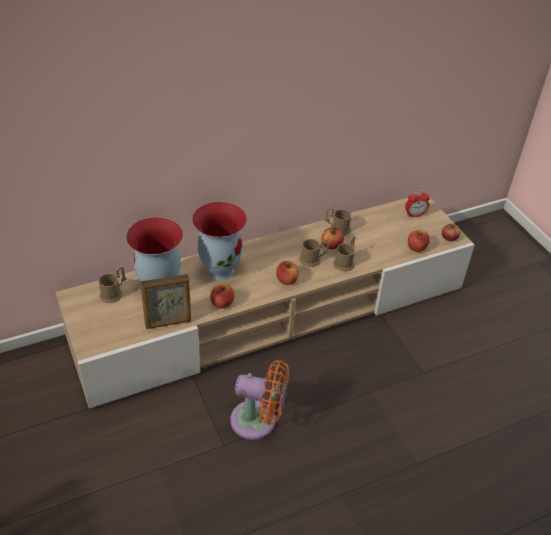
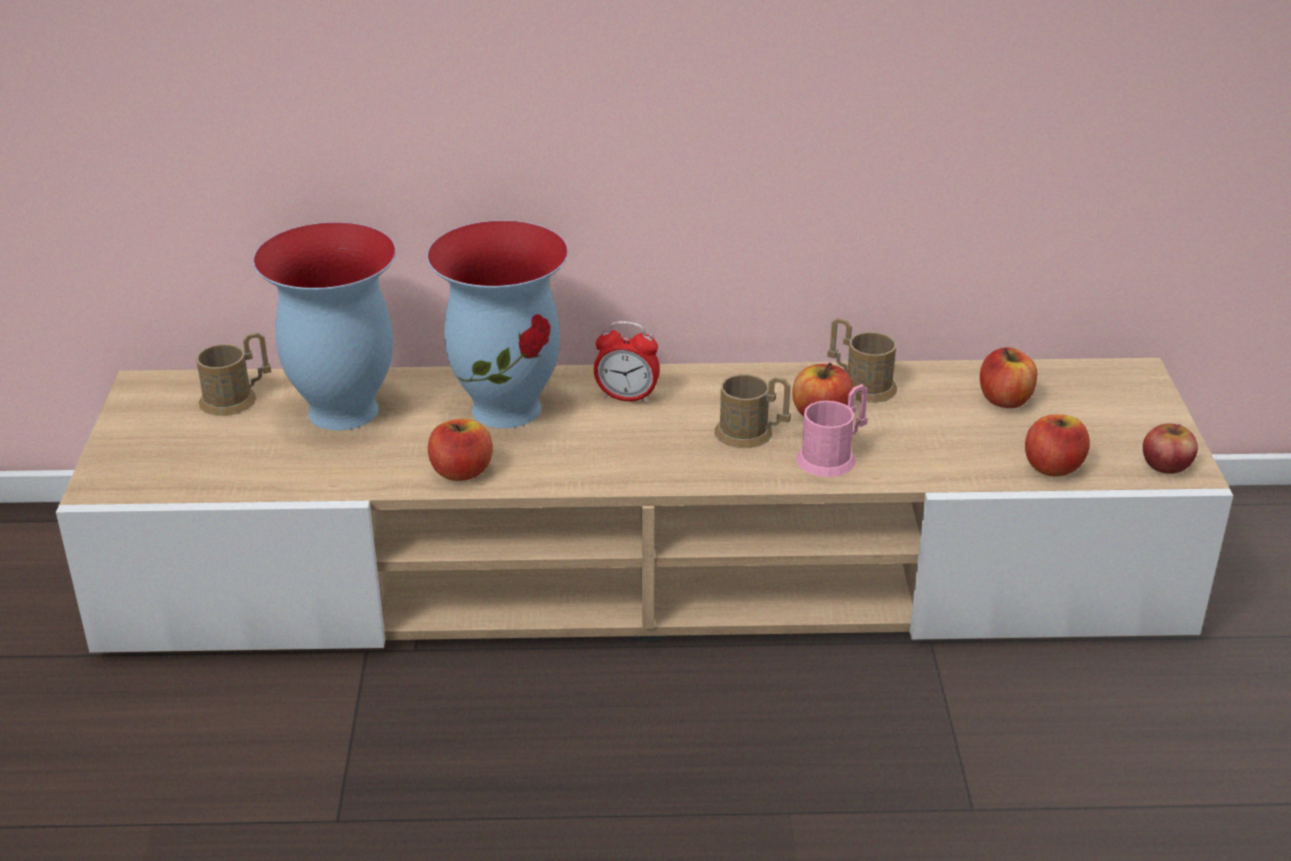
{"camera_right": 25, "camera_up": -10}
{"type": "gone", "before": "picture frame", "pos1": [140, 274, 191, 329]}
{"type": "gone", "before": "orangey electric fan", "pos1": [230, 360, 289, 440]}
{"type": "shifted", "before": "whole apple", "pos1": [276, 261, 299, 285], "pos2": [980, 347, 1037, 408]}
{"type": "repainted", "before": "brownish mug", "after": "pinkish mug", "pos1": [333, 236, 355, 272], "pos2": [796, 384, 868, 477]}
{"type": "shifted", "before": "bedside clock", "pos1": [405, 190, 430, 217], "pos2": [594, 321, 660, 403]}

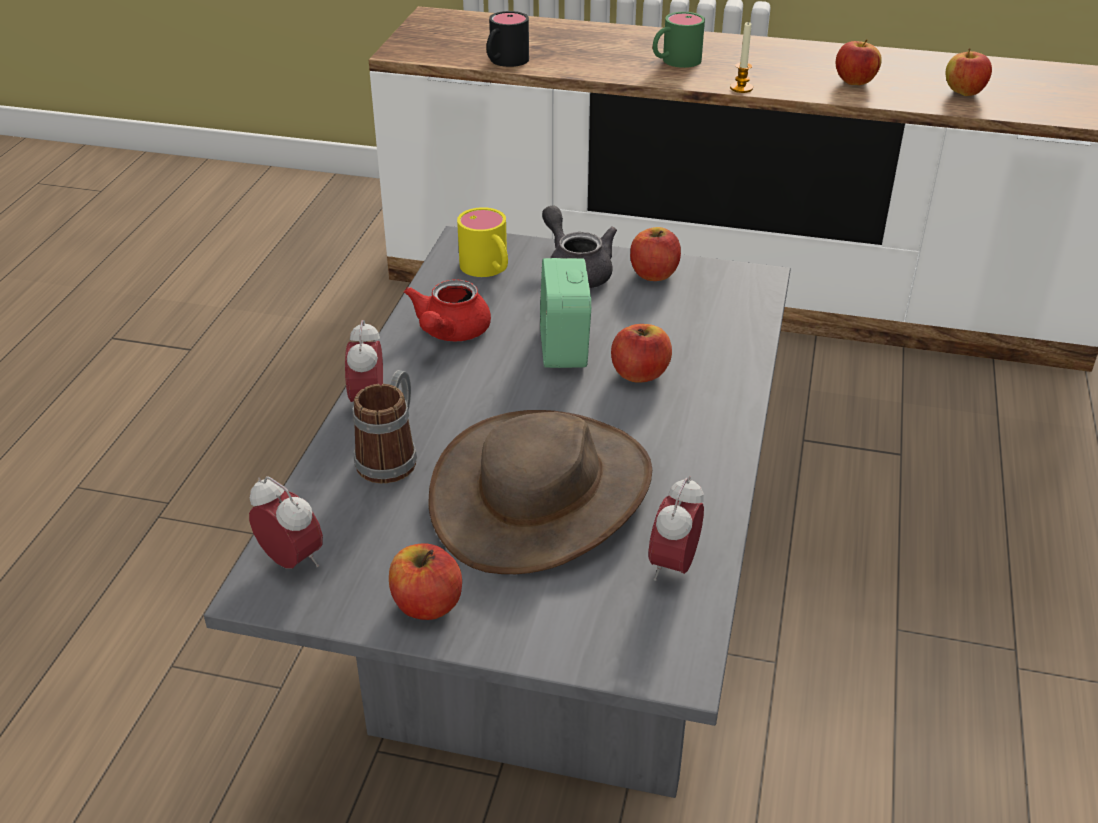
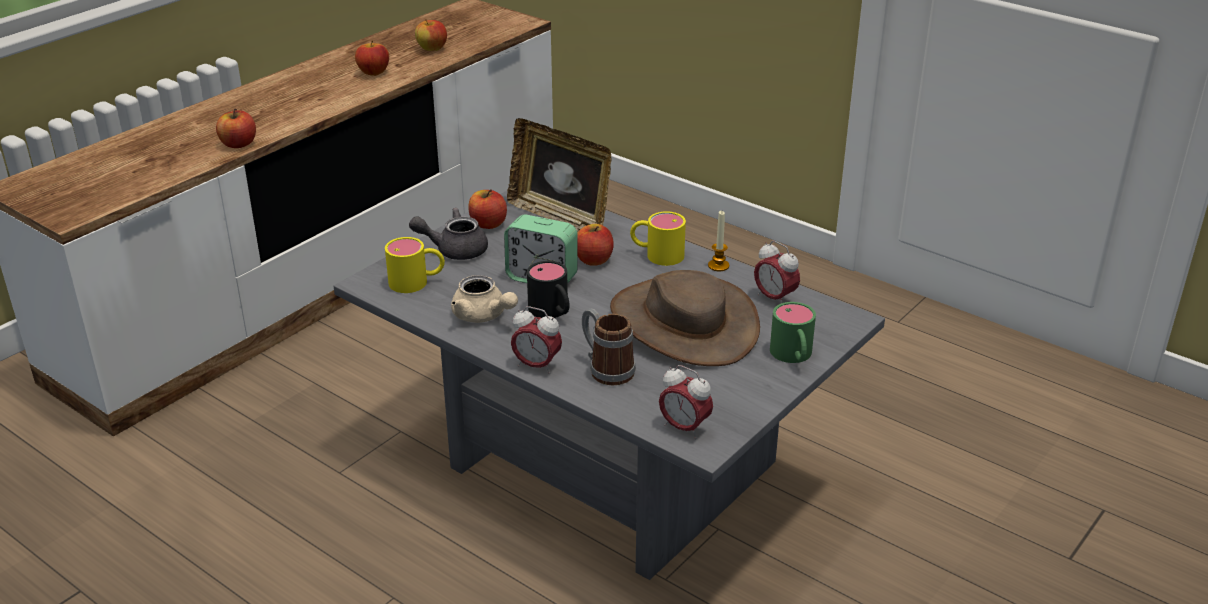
{"camera_right": -65, "camera_up": -5}
{"type": "rotated", "before": "bedside clock", "pos1": [249, 476, 323, 569], "pos2": [659, 365, 713, 439], "turn": -120}
{"type": "shifted", "before": "whole apple", "pos1": [389, 543, 462, 620], "pos2": [216, 109, 256, 148]}
{"type": "repainted", "before": "red tea pot", "after": "sand-coloured tea pot", "pos1": [404, 279, 491, 341], "pos2": [451, 275, 518, 323]}
{"type": "shifted", "before": "blackish mug", "pos1": [486, 11, 529, 67], "pos2": [527, 261, 570, 318]}
{"type": "shifted", "before": "greenish mug", "pos1": [653, 12, 705, 68], "pos2": [770, 302, 816, 363]}
{"type": "shifted", "before": "wax candle", "pos1": [730, 21, 753, 93], "pos2": [708, 211, 729, 272]}
{"type": "new", "after": "picture frame", "pos2": [507, 118, 611, 232]}
{"type": "new", "after": "yellow-coloured mug", "pos2": [630, 211, 686, 266]}

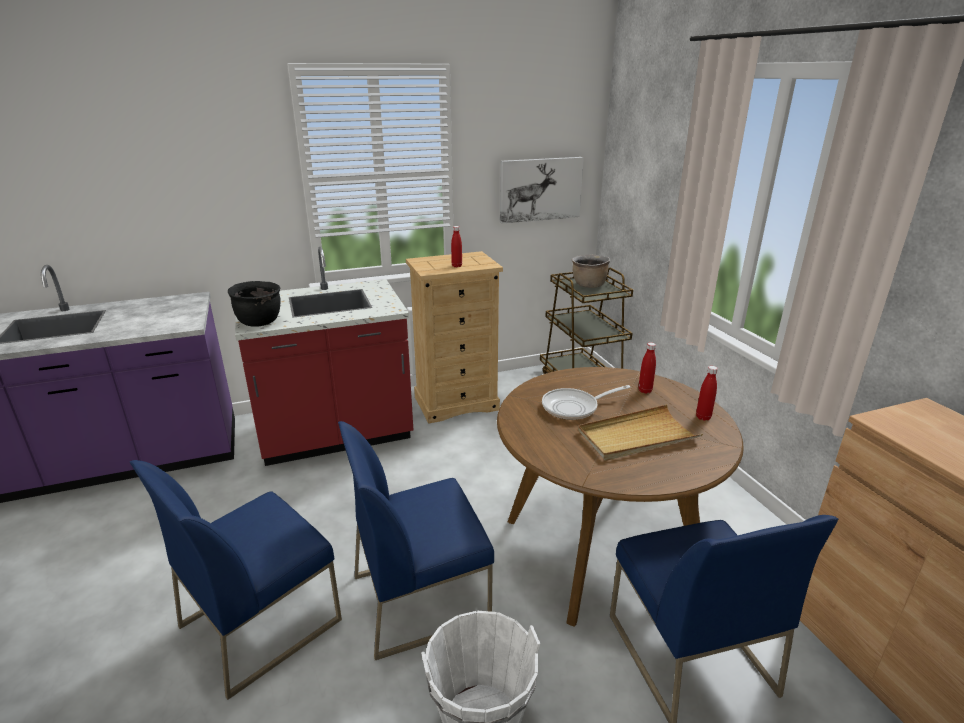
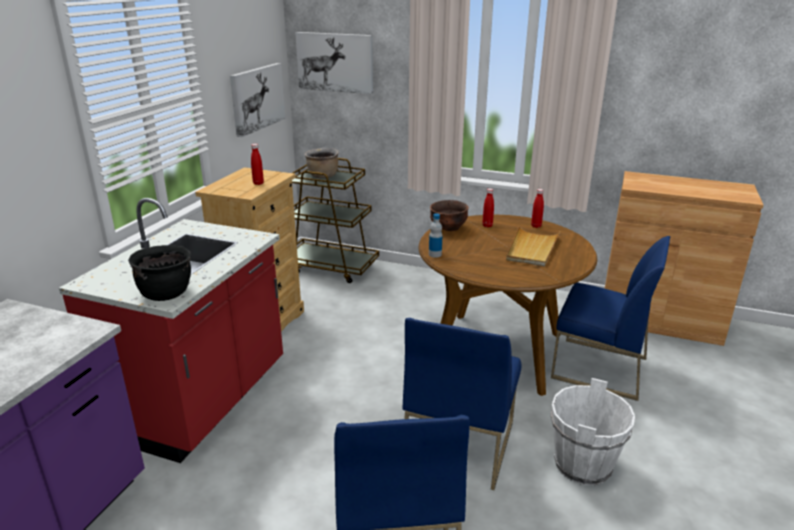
{"camera_right": -50, "camera_up": 0}
{"type": "gone", "before": "pan", "pos1": [542, 385, 631, 420]}
{"type": "new", "after": "wall picture", "pos2": [295, 32, 373, 94]}
{"type": "new", "after": "beverage bottle", "pos2": [429, 213, 443, 258]}
{"type": "new", "after": "brownish bowl", "pos2": [430, 200, 469, 231]}

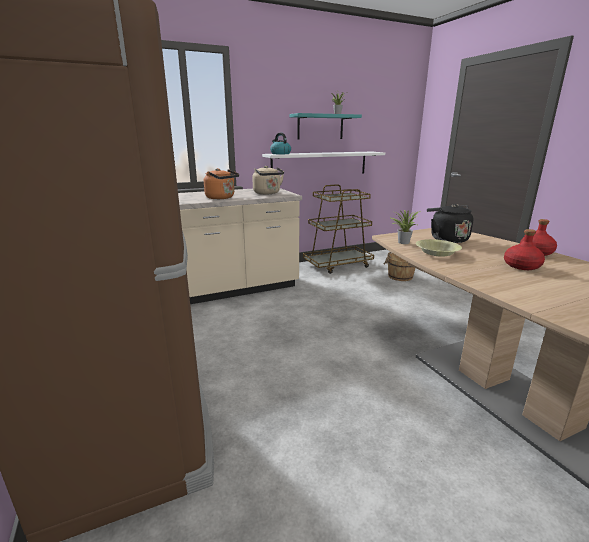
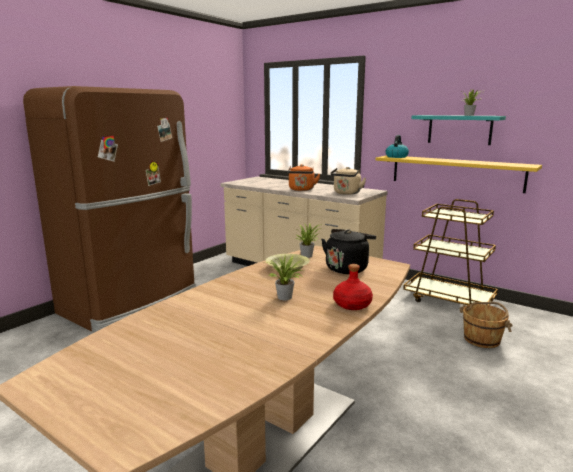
{"camera_right": 60, "camera_up": -5}
{"type": "repainted", "before": "white bracket shelf", "after": "yellow-coloured bracket shelf", "pos1": [262, 152, 385, 173], "pos2": [375, 155, 542, 193]}
{"type": "swapped", "before": "red beverage bottle", "after": "plant in a pot", "pos1": [504, 229, 545, 270], "pos2": [268, 256, 304, 300]}

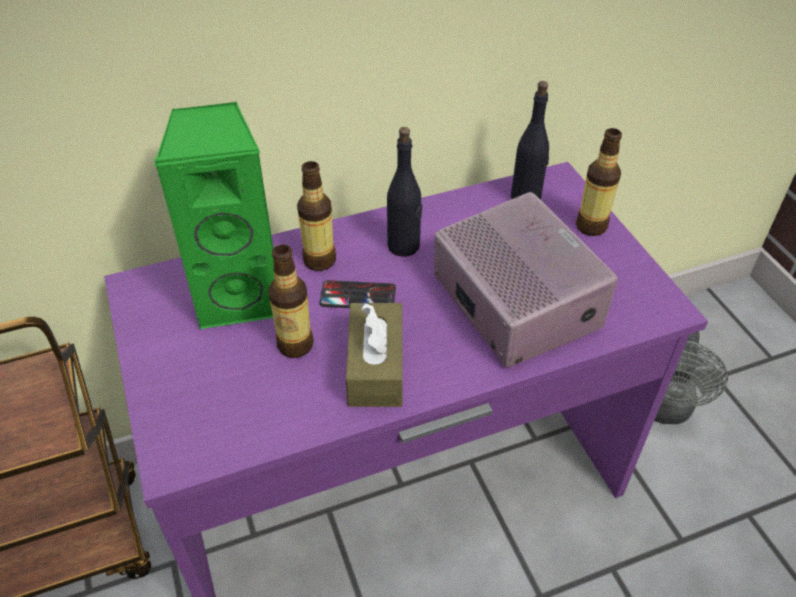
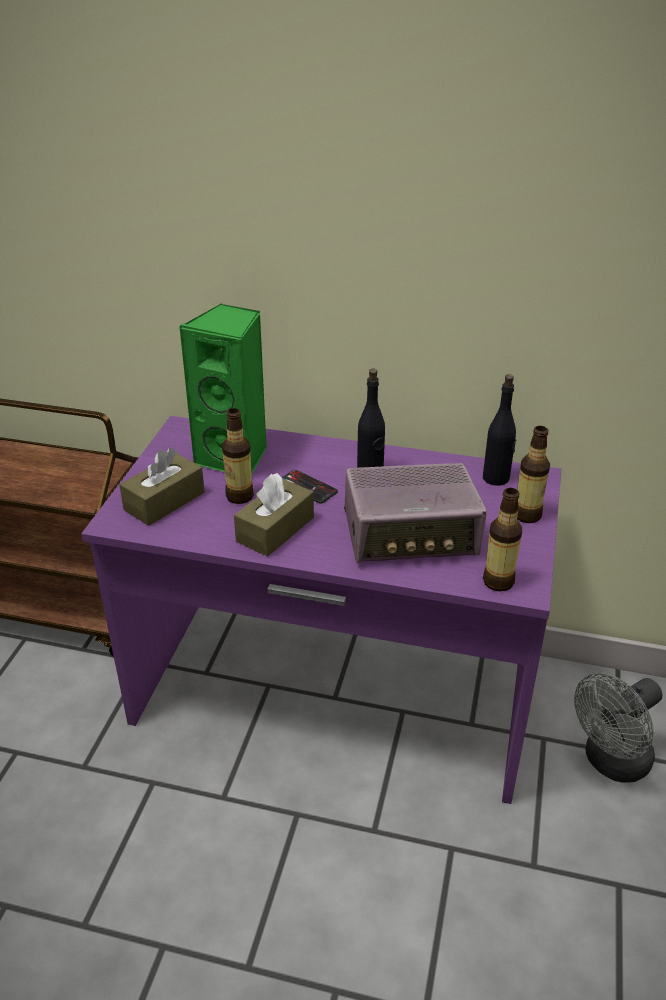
{"camera_right": 35, "camera_up": -10}
{"type": "shifted", "before": "beverage bottle", "pos1": [297, 161, 336, 271], "pos2": [483, 488, 522, 592]}
{"type": "rotated", "before": "radio set", "pos1": [434, 192, 618, 367], "pos2": [344, 463, 487, 563], "turn": 75}
{"type": "new", "after": "brownish tissue holder", "pos2": [119, 448, 205, 526]}

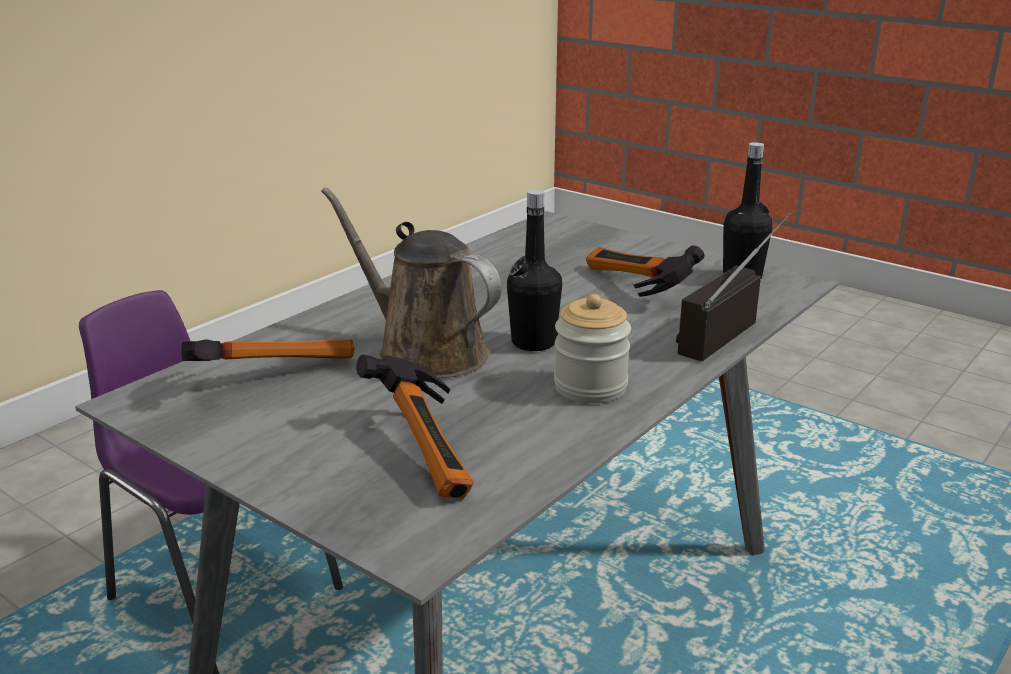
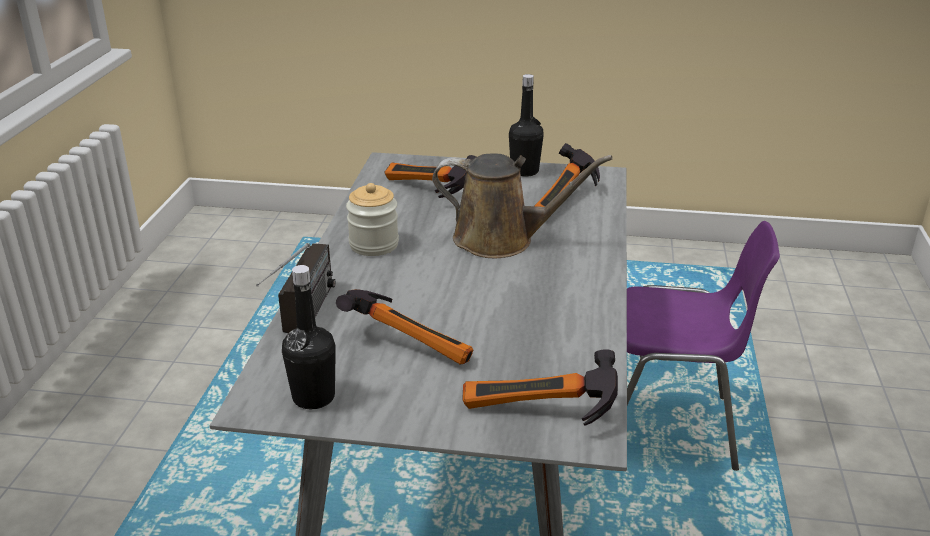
{"camera_right": 150, "camera_up": 5}
{"type": "shifted", "before": "blackish beverage bottle", "pos1": [507, 189, 562, 351], "pos2": [509, 74, 544, 177]}
{"type": "new", "after": "hammer", "pos2": [462, 350, 618, 426]}

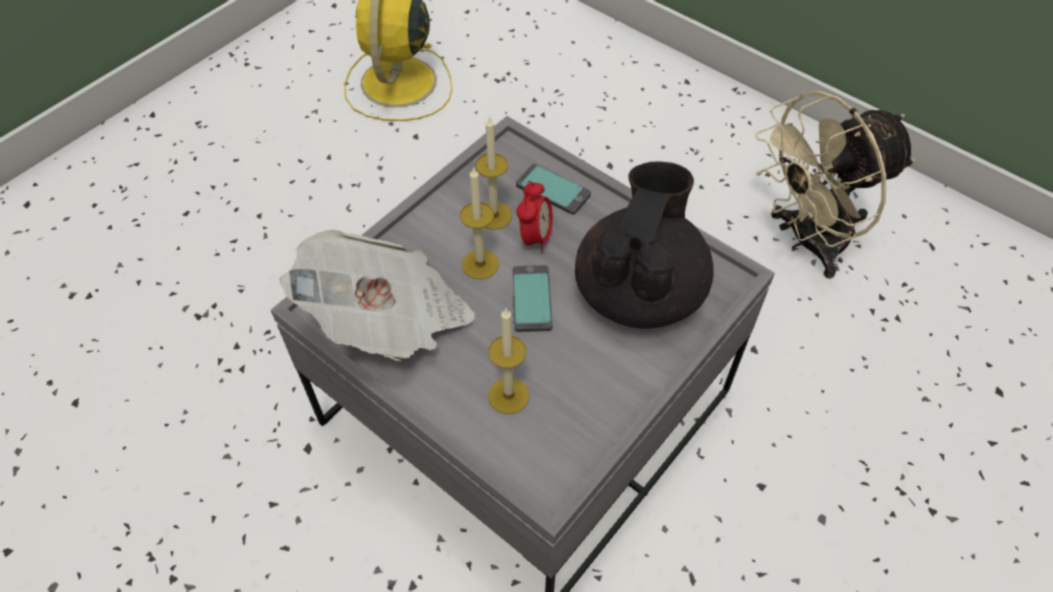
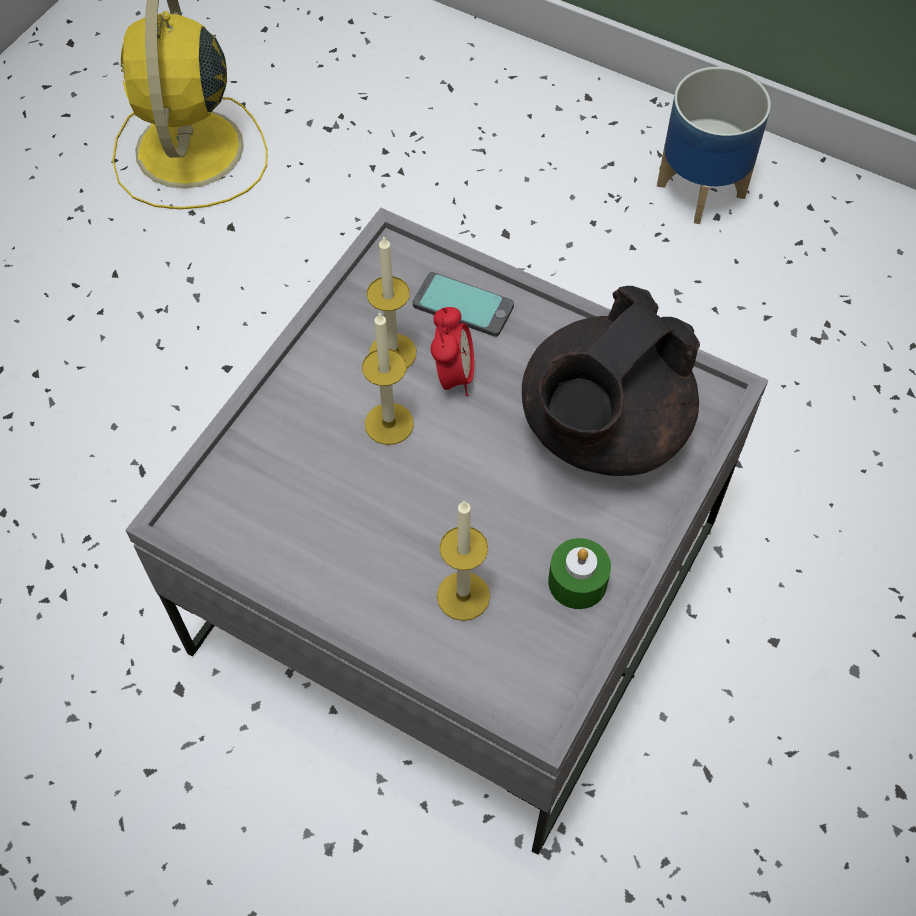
{"camera_right": -10, "camera_up": 5}
{"type": "gone", "before": "printed paper", "pos1": [280, 230, 475, 361]}
{"type": "gone", "before": "phone", "pos1": [512, 265, 552, 332]}
{"type": "rotated", "before": "blackish tea pot", "pos1": [575, 161, 714, 329], "pos2": [522, 286, 700, 476], "turn": -150}
{"type": "gone", "before": "sand-coloured electric fan", "pos1": [755, 91, 915, 279]}
{"type": "new", "after": "greenish wax candle", "pos2": [548, 538, 611, 609]}
{"type": "new", "after": "planter", "pos2": [657, 67, 771, 224]}

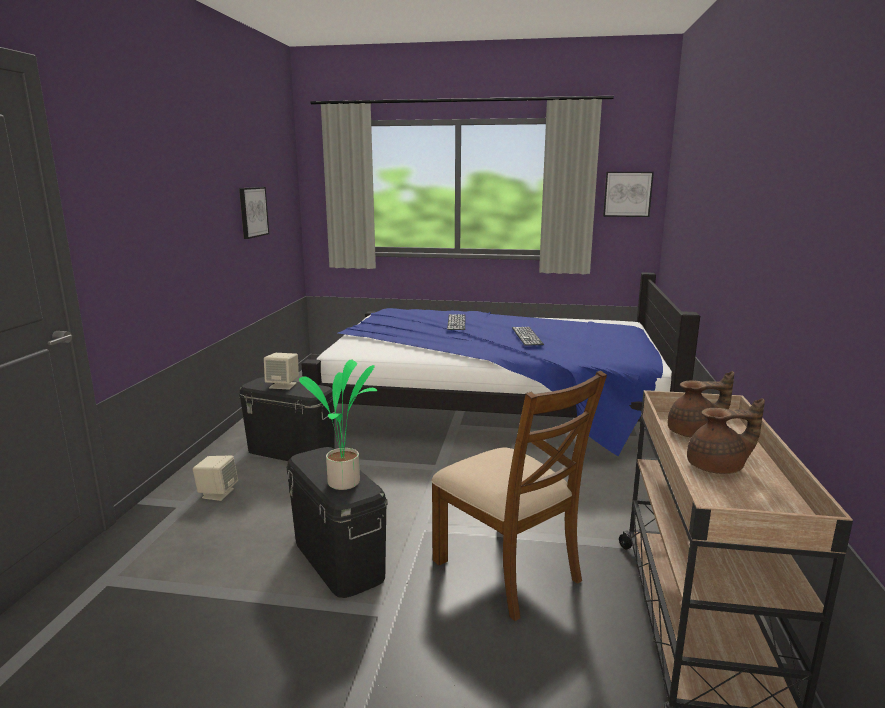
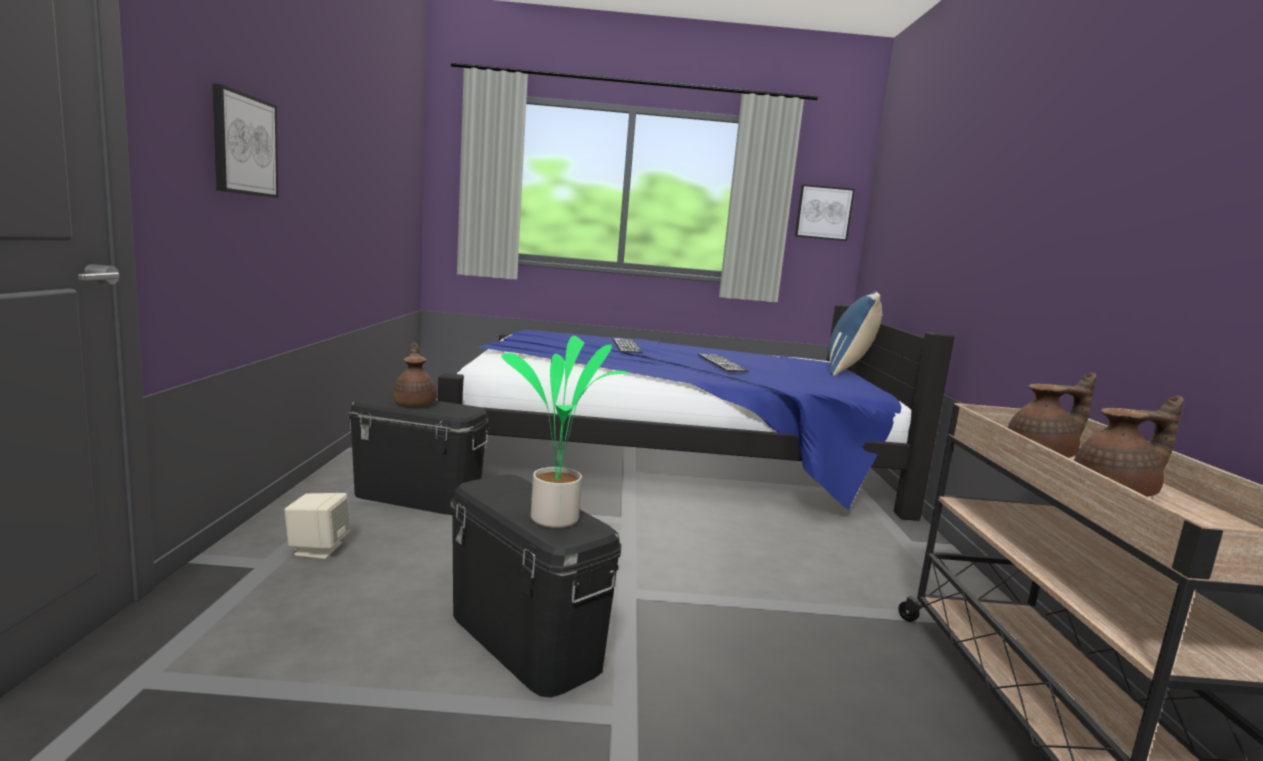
{"camera_right": -10, "camera_up": -5}
{"type": "shifted", "before": "wall picture", "pos1": [239, 187, 269, 239], "pos2": [212, 83, 279, 198]}
{"type": "swapped", "before": "sand-coloured loudspeaker", "after": "brownish tea pot", "pos1": [264, 353, 299, 390], "pos2": [393, 343, 437, 406]}
{"type": "gone", "before": "brownish upright chair", "pos1": [431, 371, 607, 621]}
{"type": "new", "after": "bluish pillow", "pos2": [829, 291, 883, 376]}

